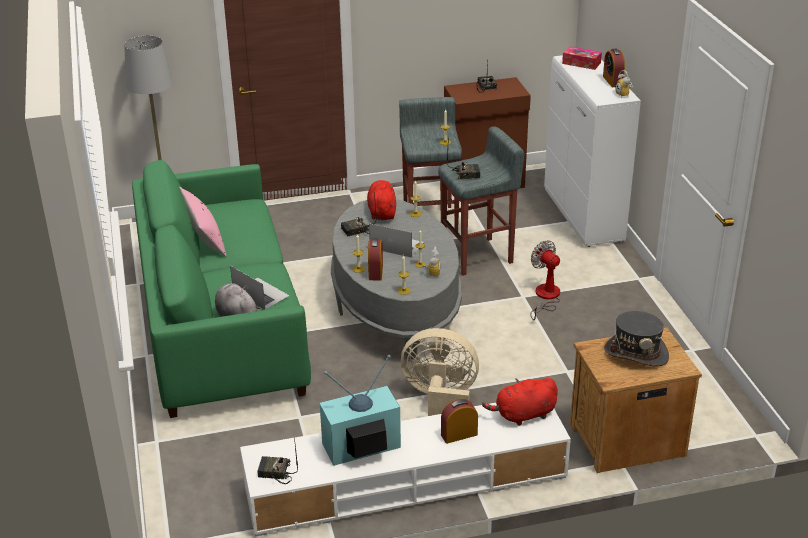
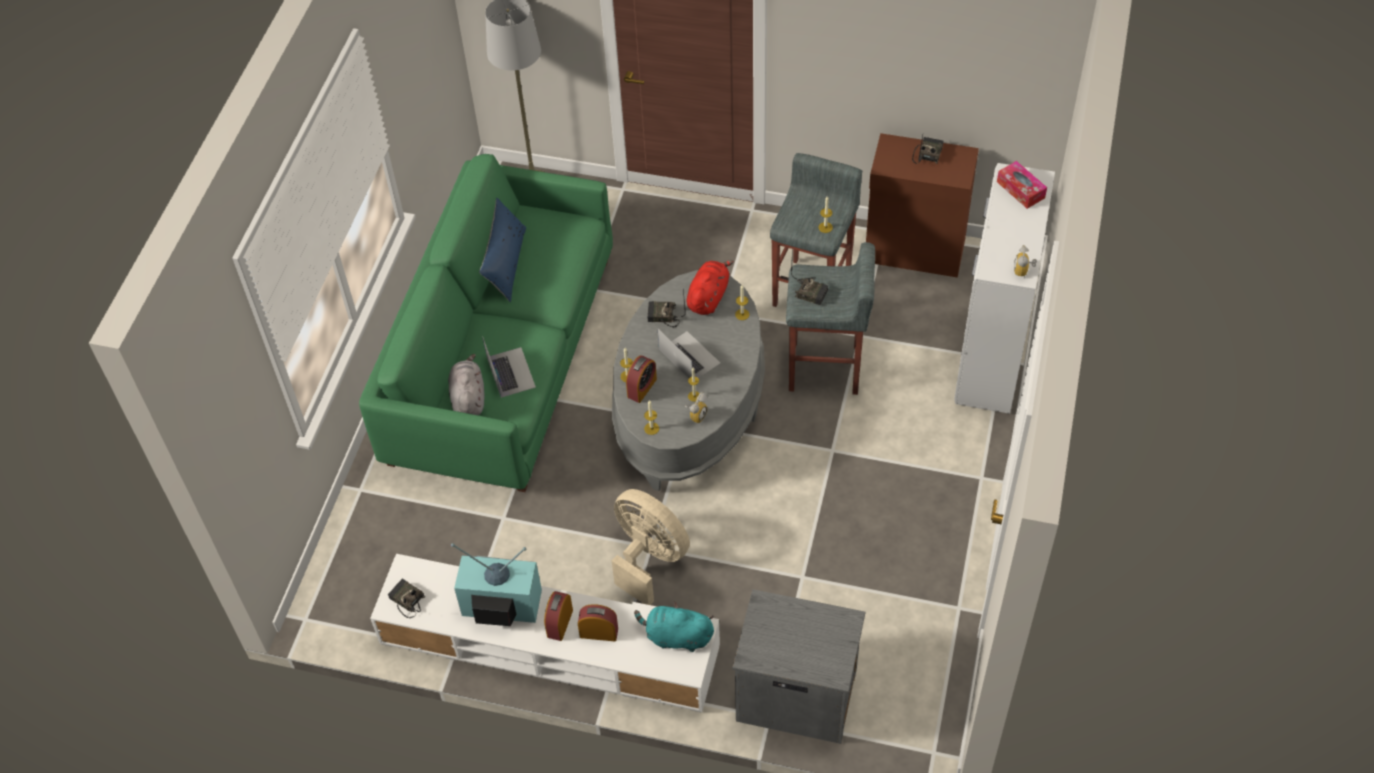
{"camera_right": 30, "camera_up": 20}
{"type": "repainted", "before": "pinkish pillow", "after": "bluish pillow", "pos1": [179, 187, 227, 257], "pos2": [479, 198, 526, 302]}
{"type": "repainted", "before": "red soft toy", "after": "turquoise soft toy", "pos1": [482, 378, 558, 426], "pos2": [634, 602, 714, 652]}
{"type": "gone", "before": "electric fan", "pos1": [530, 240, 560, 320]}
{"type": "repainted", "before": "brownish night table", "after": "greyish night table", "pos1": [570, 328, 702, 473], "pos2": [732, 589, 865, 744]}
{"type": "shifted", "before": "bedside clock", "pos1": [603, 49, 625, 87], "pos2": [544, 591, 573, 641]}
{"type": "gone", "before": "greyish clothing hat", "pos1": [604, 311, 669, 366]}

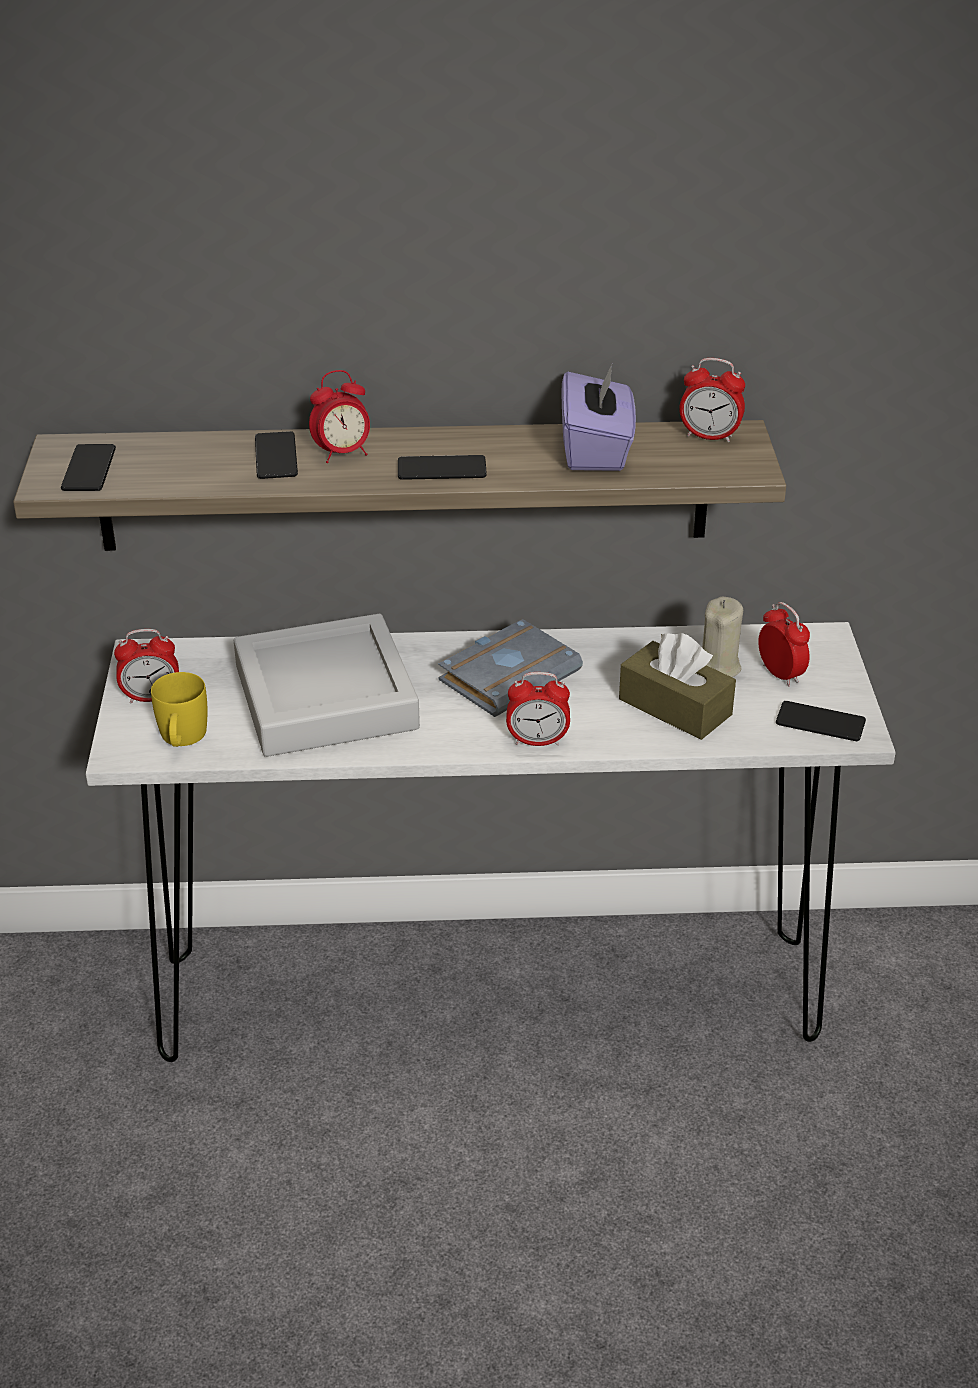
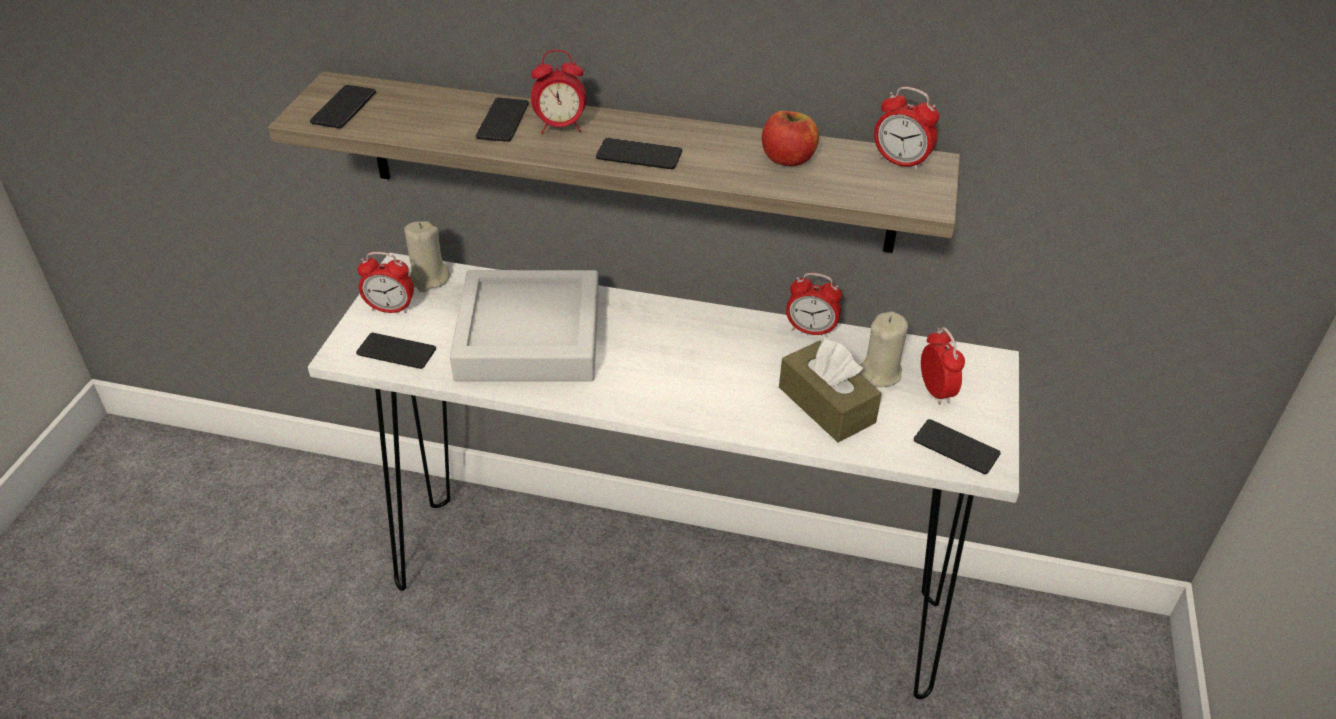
{"camera_right": 15, "camera_up": 5}
{"type": "swapped", "before": "yellow-coloured mug", "after": "phone", "pos1": [151, 672, 207, 747], "pos2": [356, 333, 436, 369]}
{"type": "gone", "before": "greyish book", "pos1": [438, 619, 583, 717]}
{"type": "shifted", "before": "bedside clock", "pos1": [506, 672, 570, 746], "pos2": [786, 273, 842, 337]}
{"type": "swapped", "before": "purple-coloured tissue holder", "after": "whole apple", "pos1": [562, 362, 636, 471], "pos2": [762, 111, 819, 166]}
{"type": "new", "after": "sand-coloured wax candle", "pos2": [404, 221, 450, 292]}

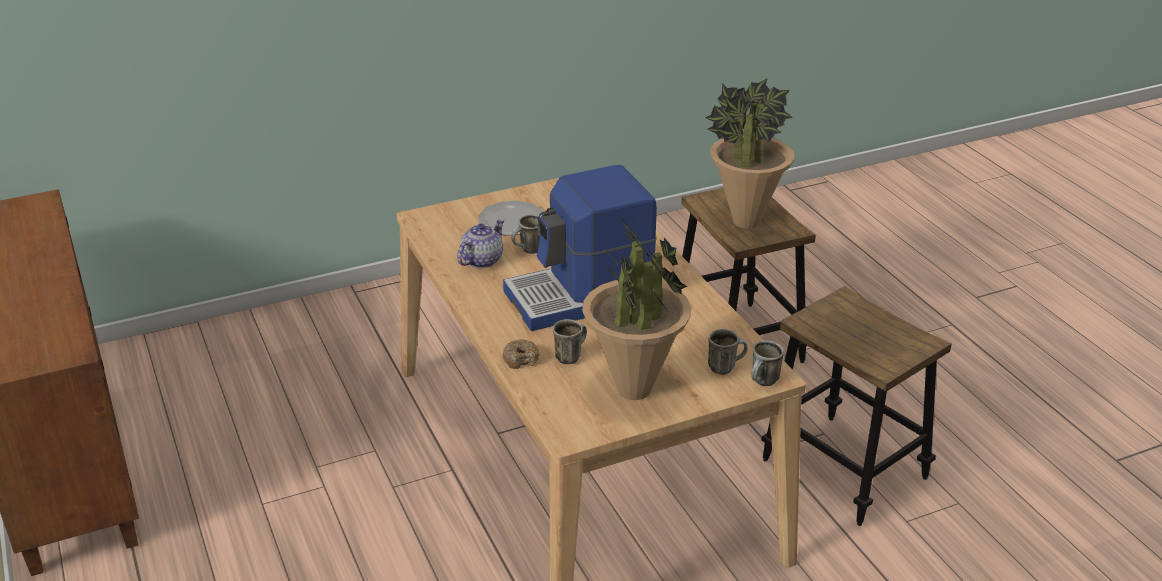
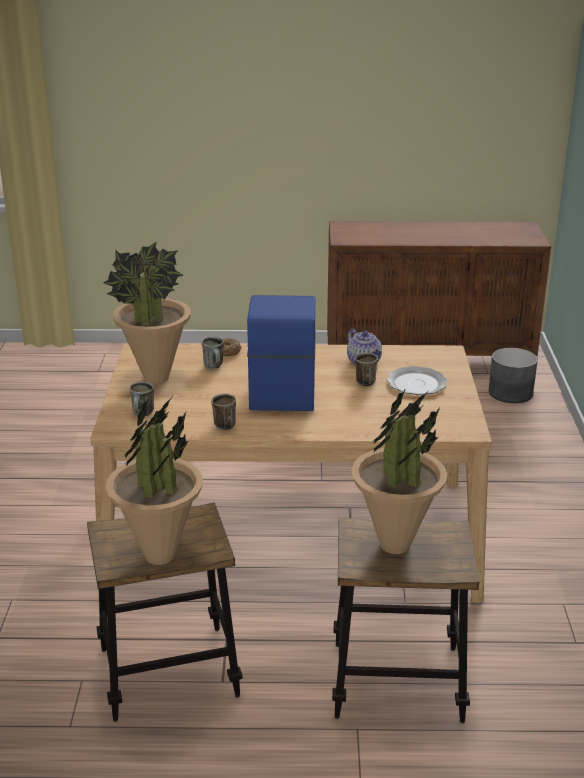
{"camera_right": 115, "camera_up": -5}
{"type": "shifted", "before": "mug", "pos1": [751, 341, 784, 386], "pos2": [211, 394, 236, 430]}
{"type": "new", "after": "plant in a pot", "pos2": [106, 397, 203, 565]}
{"type": "new", "after": "greyish planter", "pos2": [489, 348, 538, 403]}

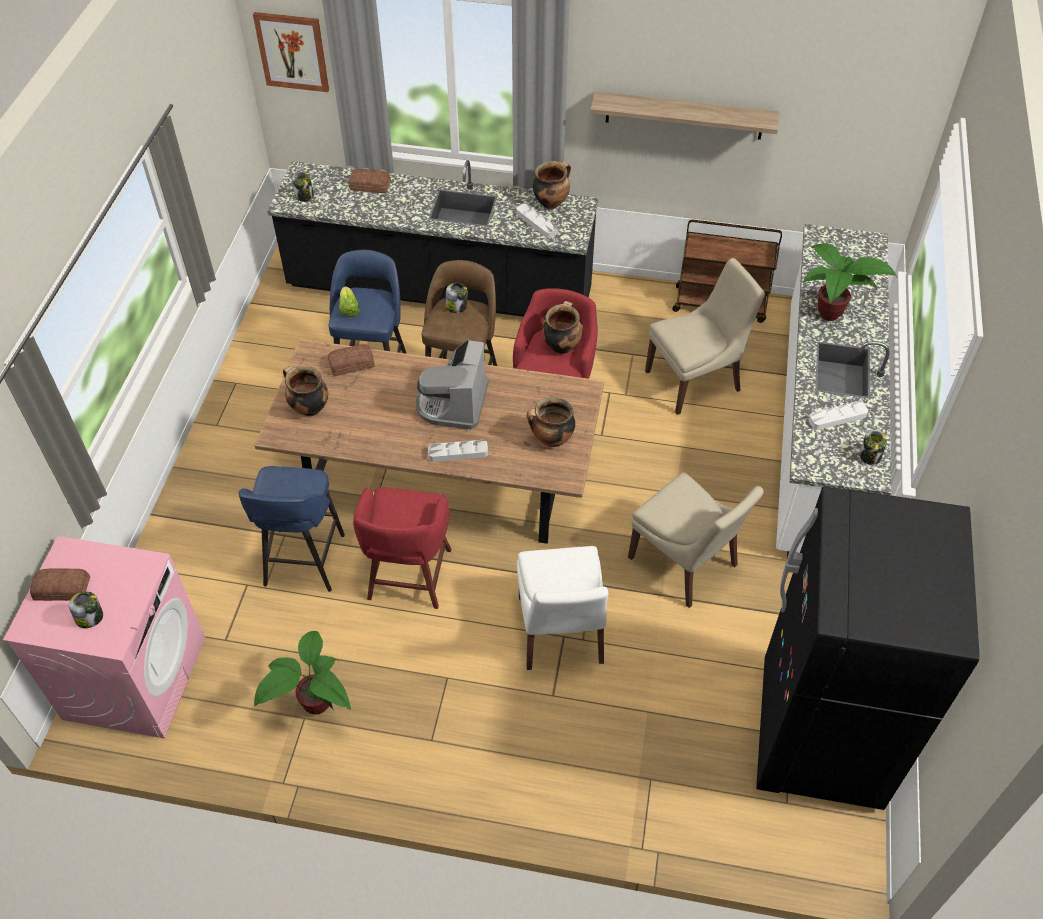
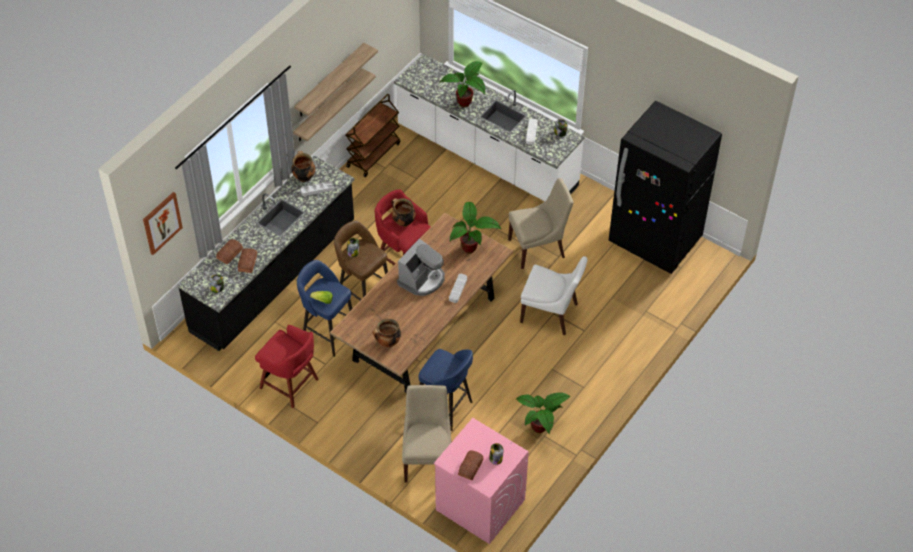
{"camera_right": -65, "camera_up": 0}
{"type": "shifted", "before": "baked bread", "pos1": [328, 344, 375, 376], "pos2": [238, 248, 257, 273]}
{"type": "shifted", "before": "red sitting stool", "pos1": [353, 487, 451, 609], "pos2": [255, 325, 318, 408]}
{"type": "rotated", "before": "coffee brewer", "pos1": [416, 339, 489, 430], "pos2": [397, 239, 445, 296], "turn": -90}
{"type": "swapped", "before": "stockpot", "after": "plant in a pot", "pos1": [527, 397, 575, 447], "pos2": [450, 202, 501, 254]}
{"type": "shifted", "before": "sand-coloured upright chair", "pos1": [645, 258, 765, 415], "pos2": [402, 385, 451, 482]}
{"type": "new", "after": "bracket shelf", "pos2": [293, 68, 376, 141]}

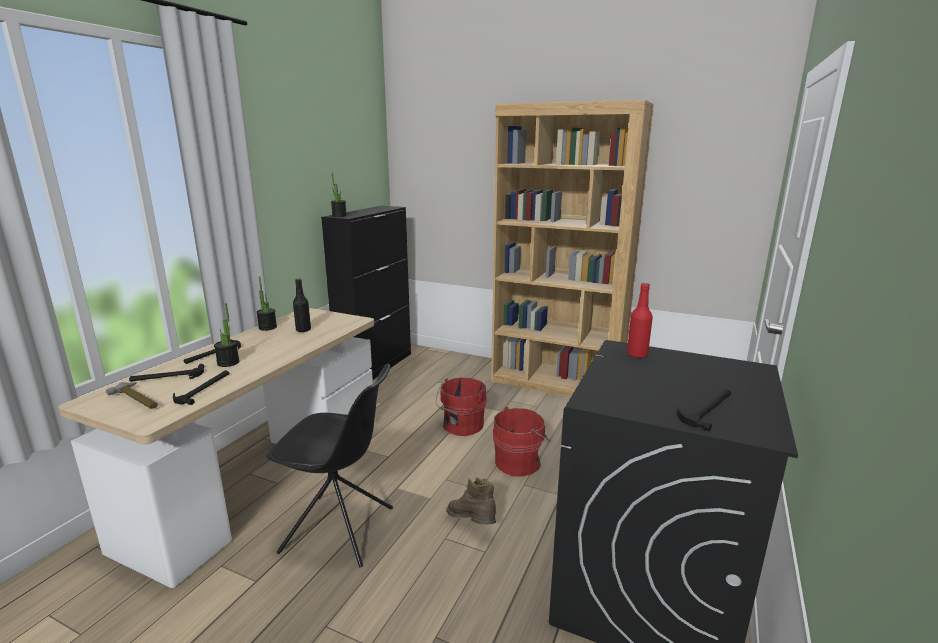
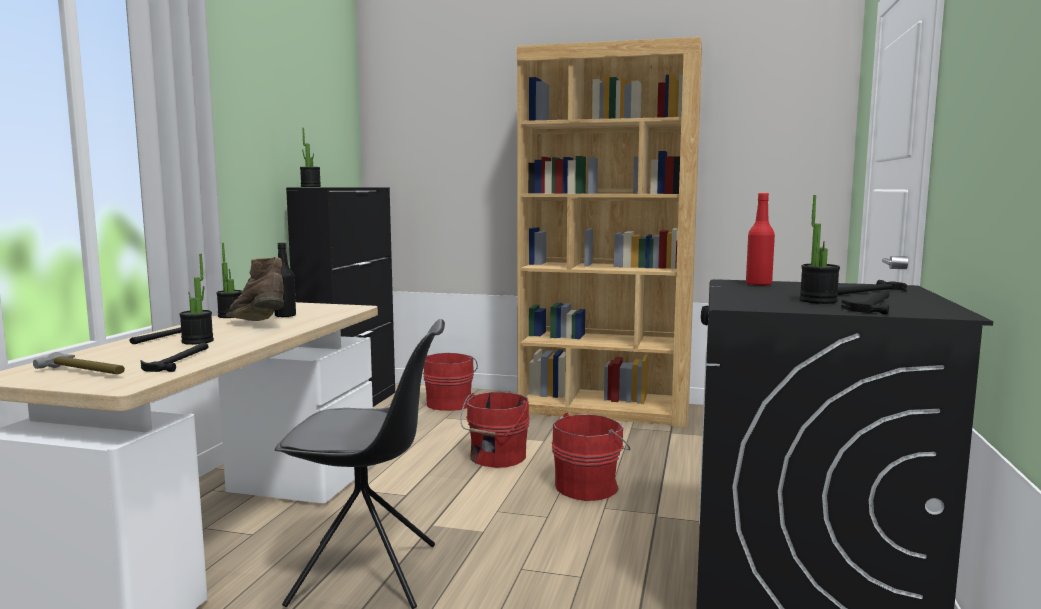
{"camera_right": -10, "camera_up": -10}
{"type": "shifted", "before": "hammer", "pos1": [129, 364, 204, 382], "pos2": [838, 280, 907, 295]}
{"type": "shifted", "before": "brownish boot", "pos1": [446, 477, 496, 524], "pos2": [226, 257, 284, 321]}
{"type": "new", "after": "red bucket", "pos2": [423, 353, 478, 411]}
{"type": "new", "after": "plant in a pot", "pos2": [799, 195, 840, 304]}

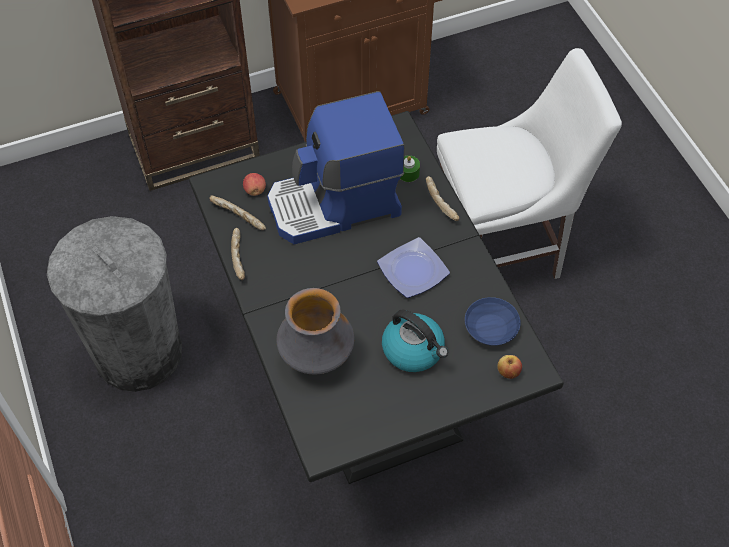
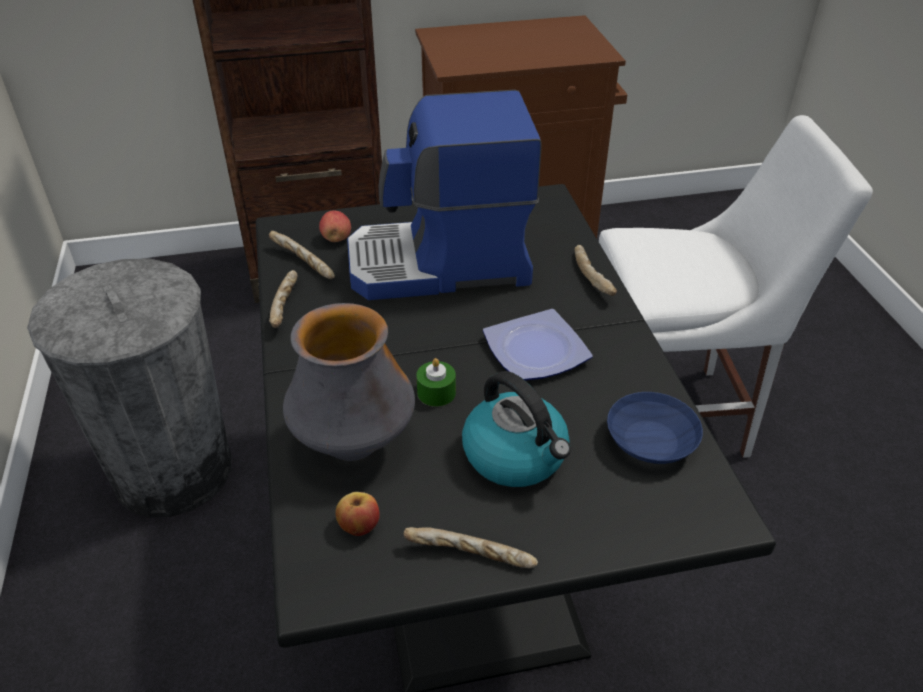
{"camera_right": 10, "camera_up": -15}
{"type": "shifted", "before": "greenish wax candle", "pos1": [400, 156, 420, 182], "pos2": [416, 358, 456, 407]}
{"type": "shifted", "before": "whole apple", "pos1": [497, 355, 522, 379], "pos2": [335, 492, 380, 536]}
{"type": "new", "after": "baked bread", "pos2": [404, 527, 538, 568]}

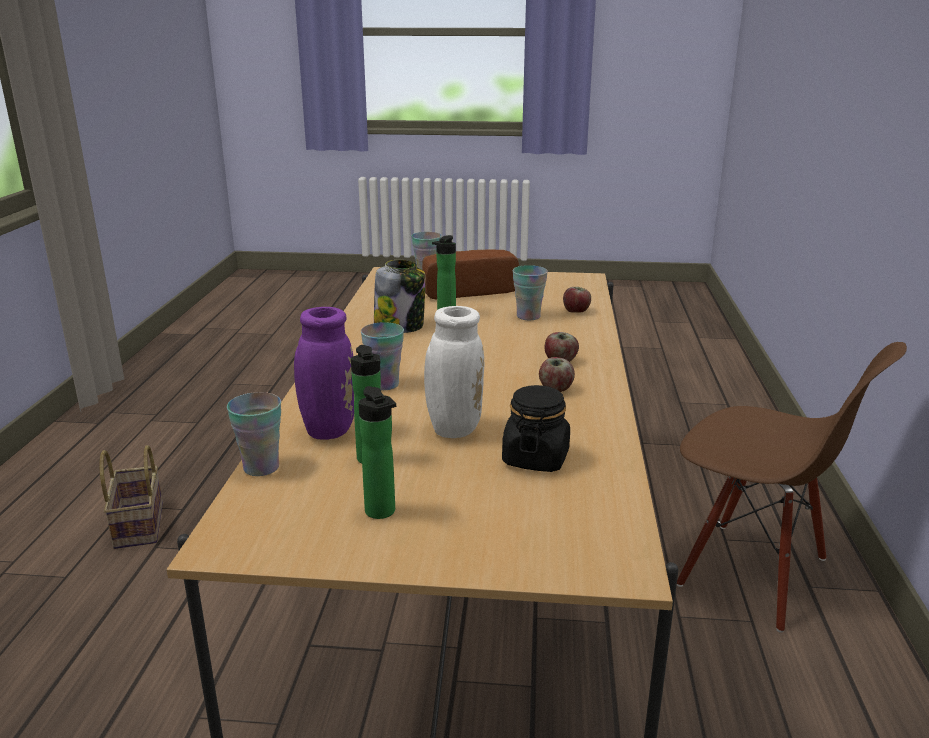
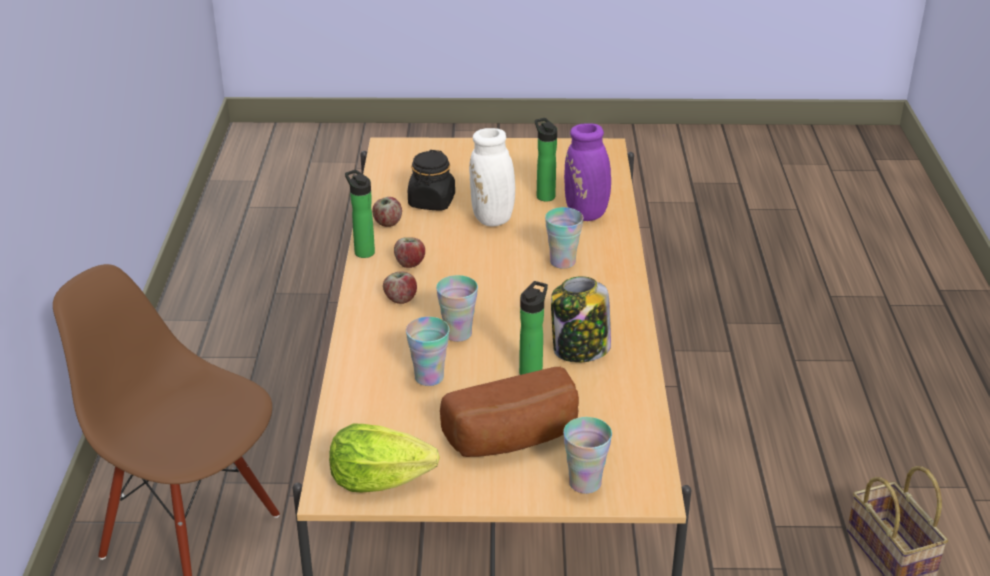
{"camera_right": 175, "camera_up": 10}
{"type": "shifted", "before": "drinking cup", "pos1": [227, 392, 281, 476], "pos2": [436, 275, 478, 342]}
{"type": "shifted", "before": "beverage bottle", "pos1": [358, 386, 396, 519], "pos2": [345, 170, 375, 258]}
{"type": "shifted", "before": "whole apple", "pos1": [563, 287, 591, 313], "pos2": [372, 197, 402, 227]}
{"type": "new", "after": "head of lettuce", "pos2": [329, 424, 440, 493]}

